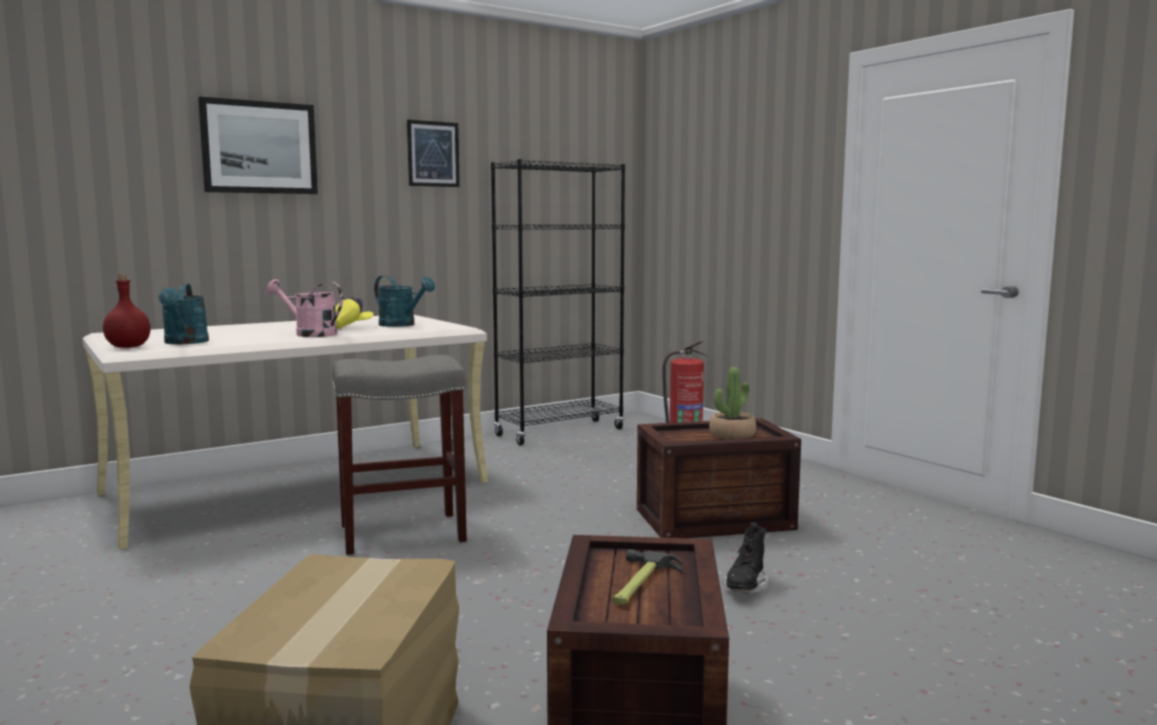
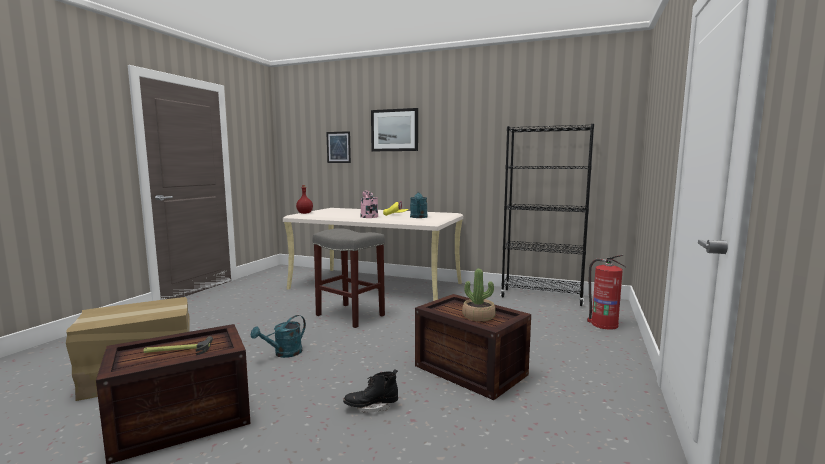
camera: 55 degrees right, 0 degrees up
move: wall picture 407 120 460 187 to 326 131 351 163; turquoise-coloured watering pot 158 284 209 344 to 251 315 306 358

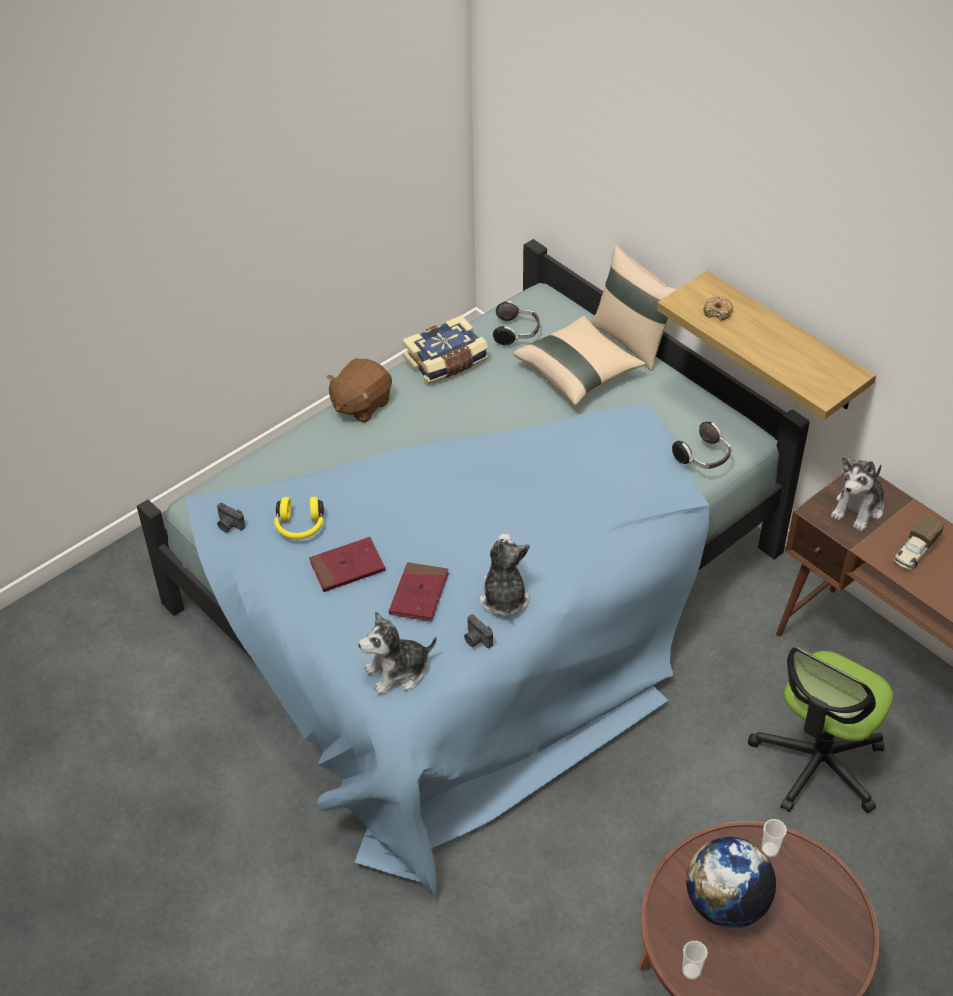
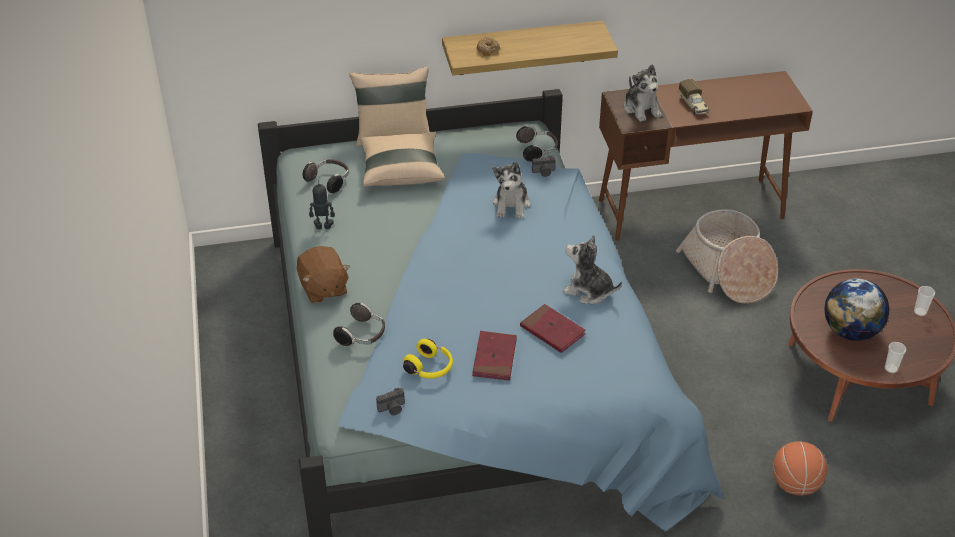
camera: 60 degrees left, 5 degrees down
insert: pair of headphones 333 303 385 347; basketball ball 773 442 827 496
move: soft toy 358 611 437 695 to 492 162 531 219; photo camera 464 614 493 648 to 532 155 556 177; drinking cup 761 819 787 857 to 914 286 935 316
replace: volume 402 315 488 385 to model robot 309 179 335 229; desk chair 748 647 893 813 to storage basket 676 209 778 303

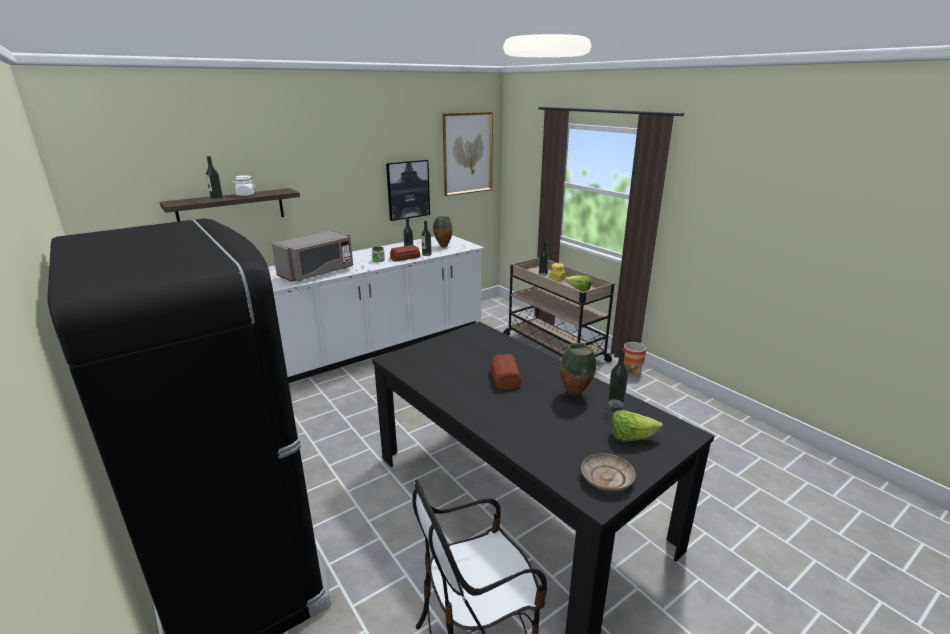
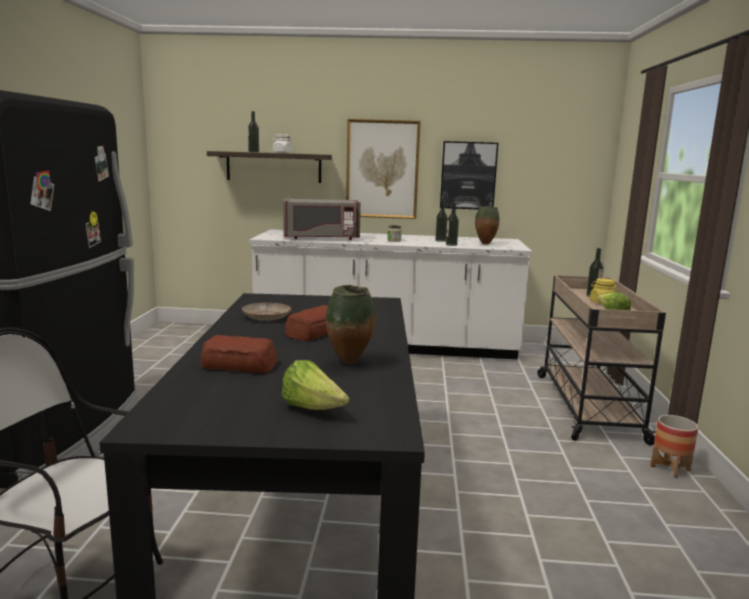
camera: 40 degrees right, 10 degrees down
delete: bottle 607 350 628 408
move: wall picture 442 112 493 196 to 346 119 421 219; baked bread 390 245 420 261 to 201 335 277 373; sand-coloured flat dish 581 453 636 491 to 242 303 291 321

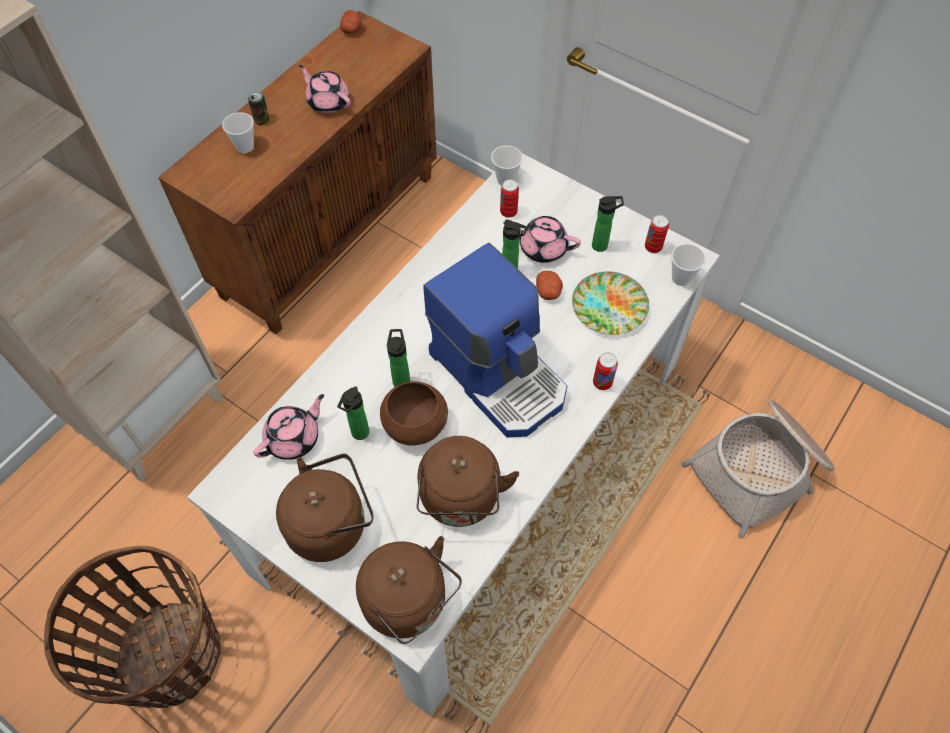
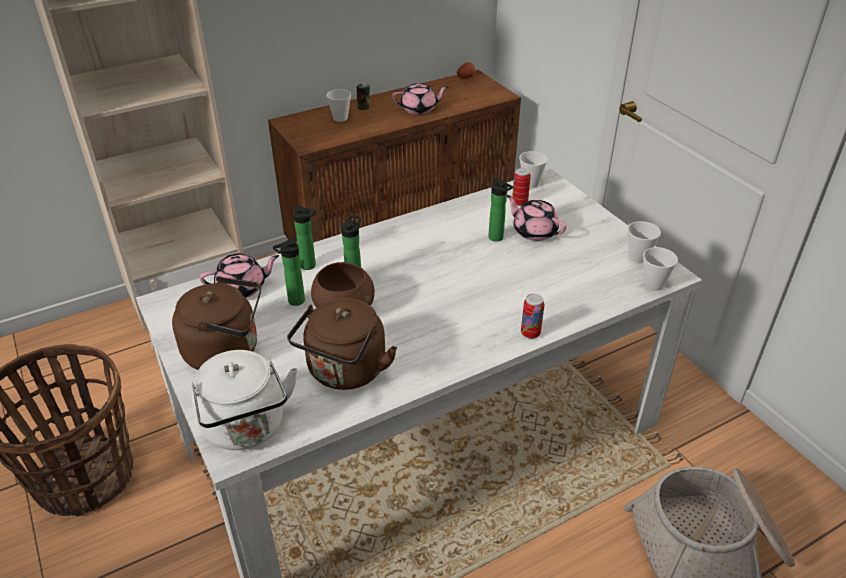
camera: 25 degrees right, 20 degrees down
delete: coffee maker 423 242 567 437; spud 536 271 563 300; flat dish 572 271 649 335
move: bottle 592 196 624 252 to 293 205 317 270
replace: can 645 215 669 253 to drinking cup 627 221 661 263
recolor: brownish water kettle 356 536 462 644 to white-coloured water kettle 191 350 298 450
rotate: pink-coloured pot for tea 299 65 351 113 = 392 82 449 115 105 degrees clockwise

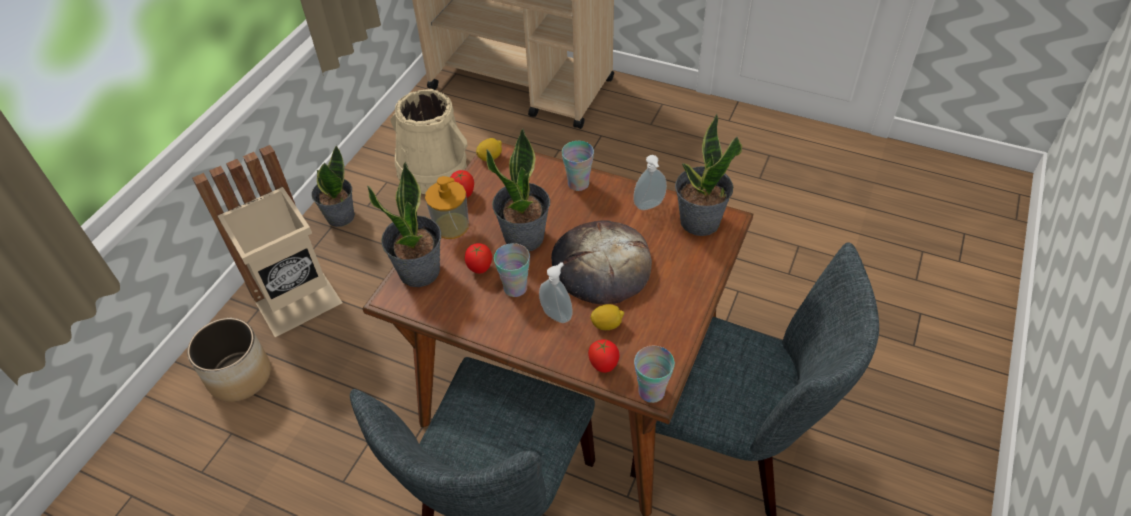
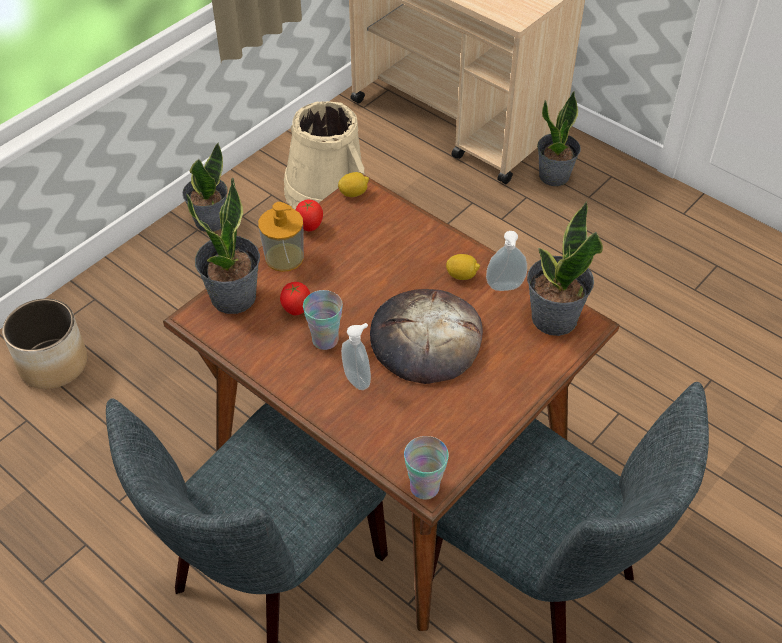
camera: 15 degrees right, 0 degrees up
delete: drinking cup 562 141 594 191; sand-coloured rubbish bin 192 145 342 337; fresh tomato 588 339 620 373
move: potted plant 486 128 550 251 to 537 91 581 186; lemon 590 304 624 330 to 446 254 480 280

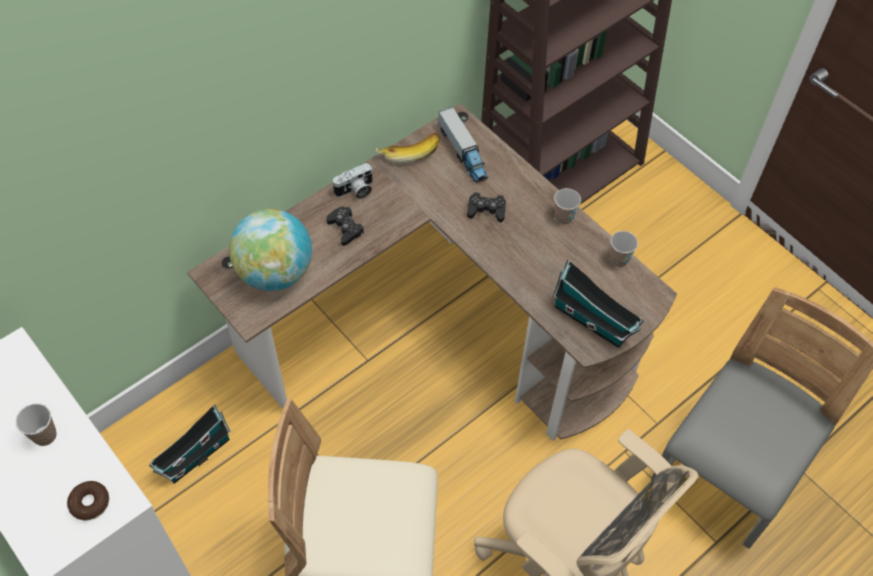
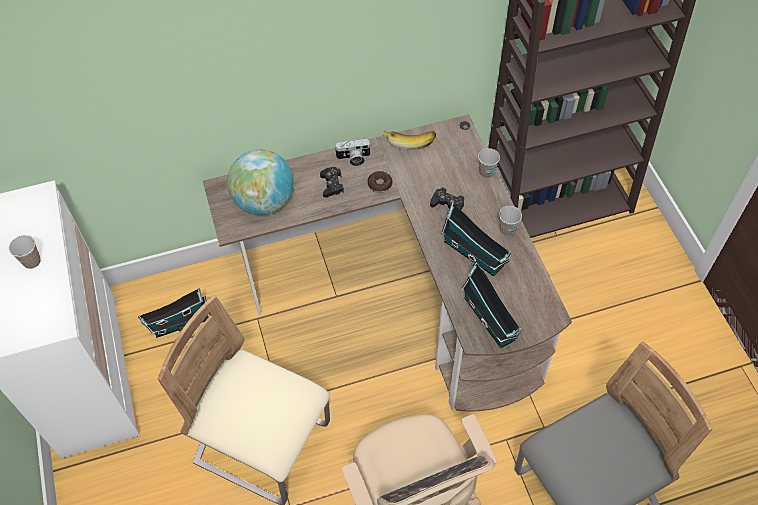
camera: 25 degrees right, 0 degrees up
delete: toy lorry 438 106 488 183
insert: miniature house 441 202 512 277
move: drinking cup 610 231 638 267 to 478 148 500 178; ring doughnut 67 481 109 520 to 367 171 392 193

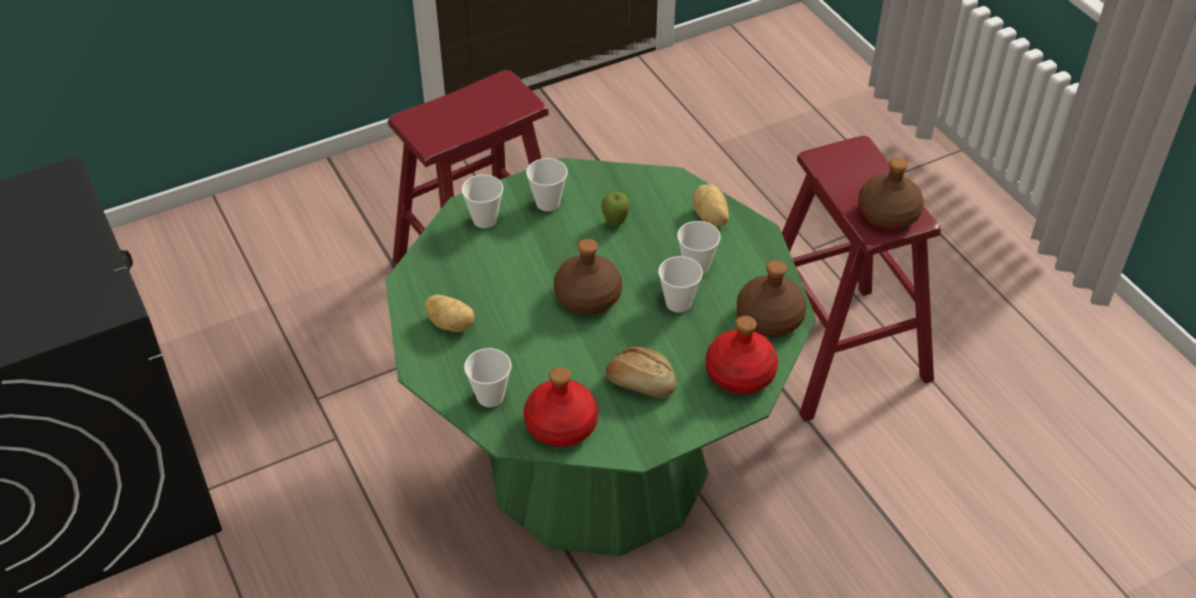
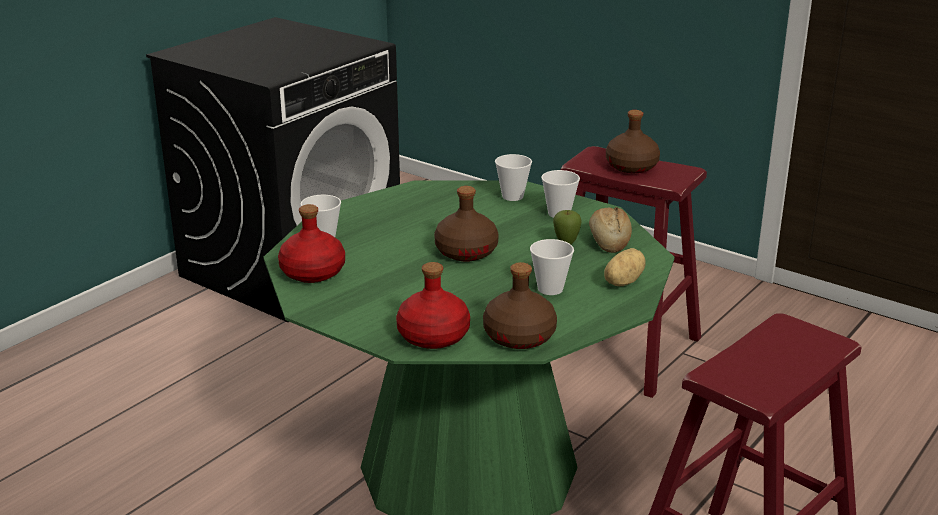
camera: 65 degrees right, 20 degrees down
delete: drinking cup 658 256 703 313; spud 425 295 475 332
move: brownish bottle 858 157 924 230 to 606 110 660 173; baked bread 606 347 676 398 to 589 207 632 253

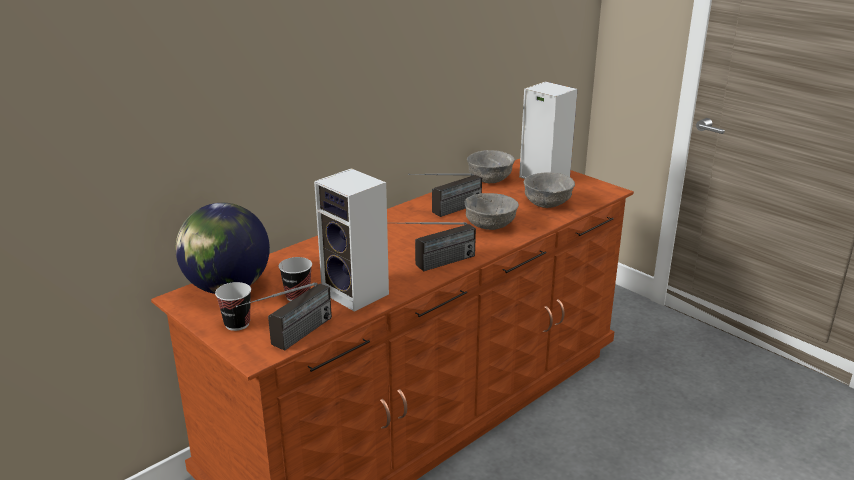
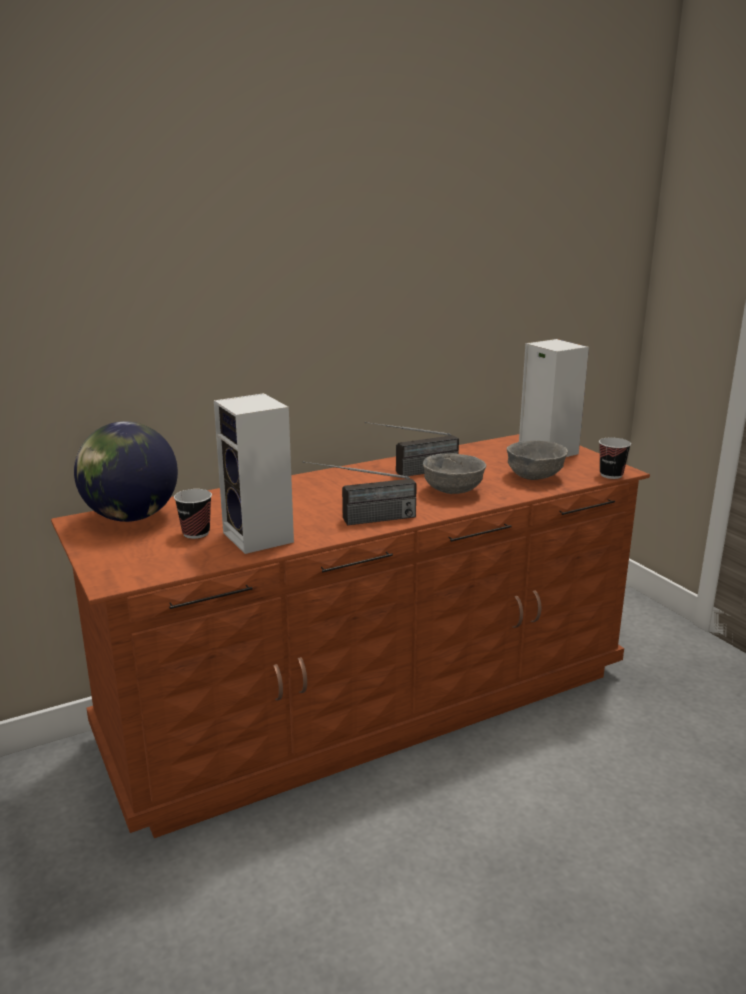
camera: 15 degrees right, 5 degrees down
delete: gray serving bowl 467 150 515 184; radio 236 282 332 351
move: drinking cup 215 282 251 331 to 599 437 631 479

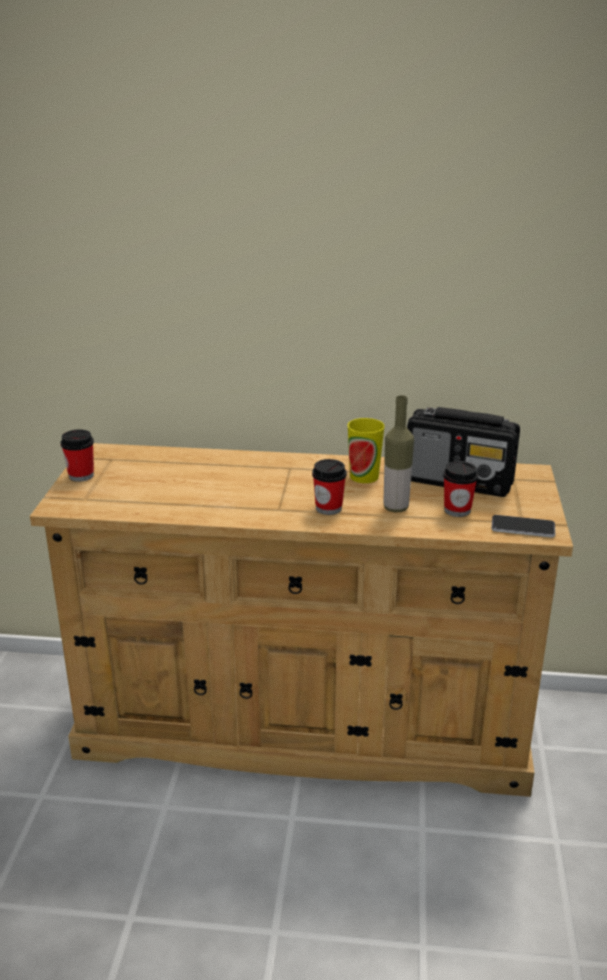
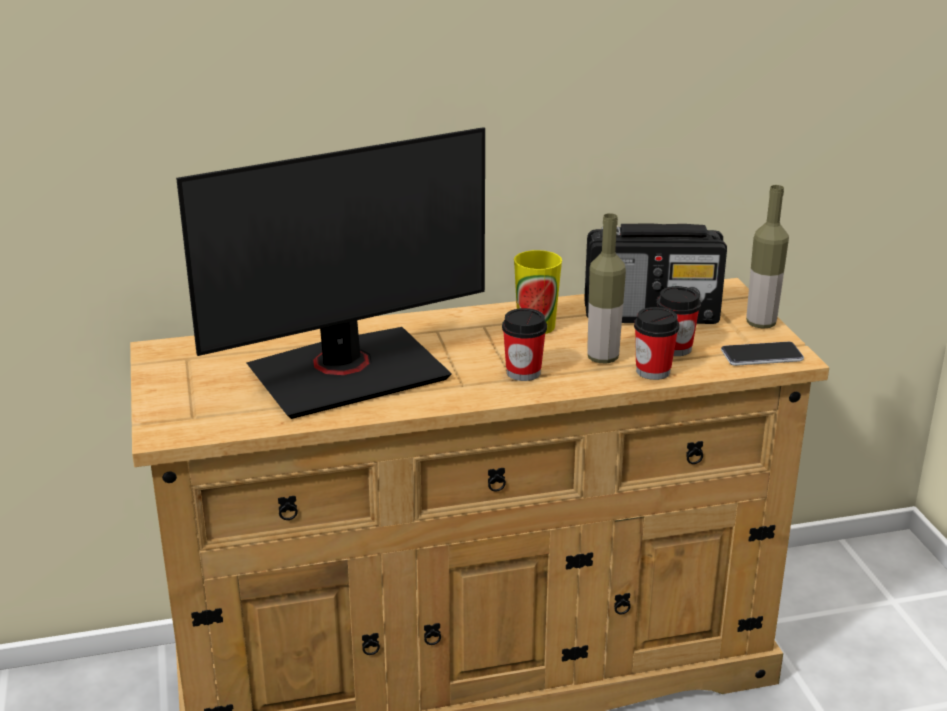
camera: 20 degrees left, 0 degrees up
insert: monitor 176 127 485 419; bottle 746 185 789 329
move: drinking cup 61 429 94 482 to 634 307 679 380

